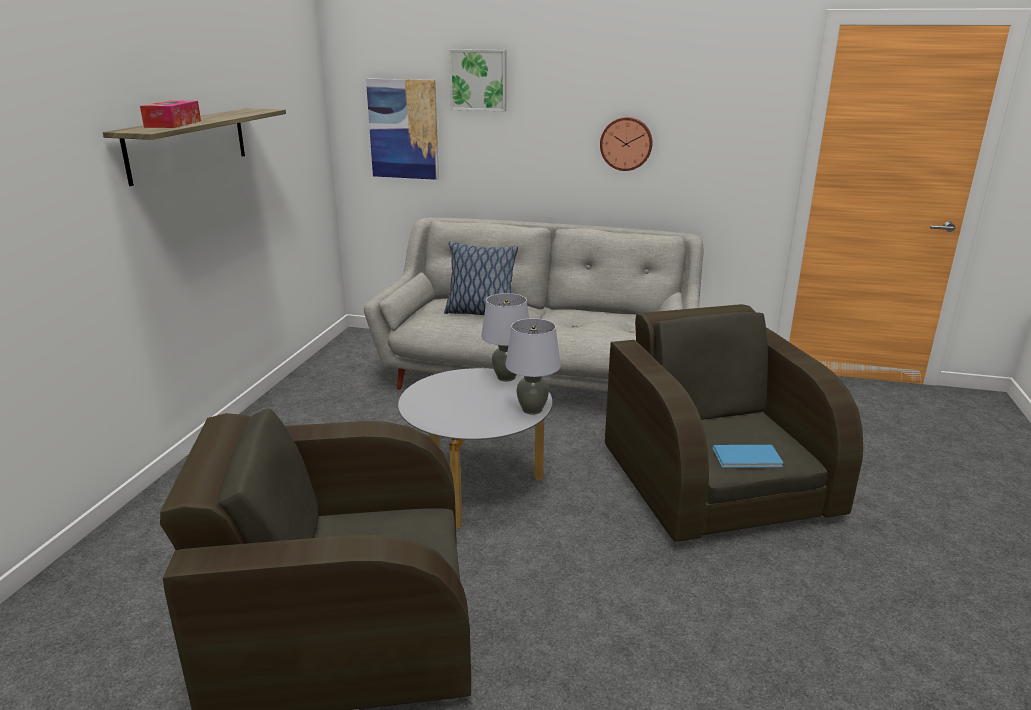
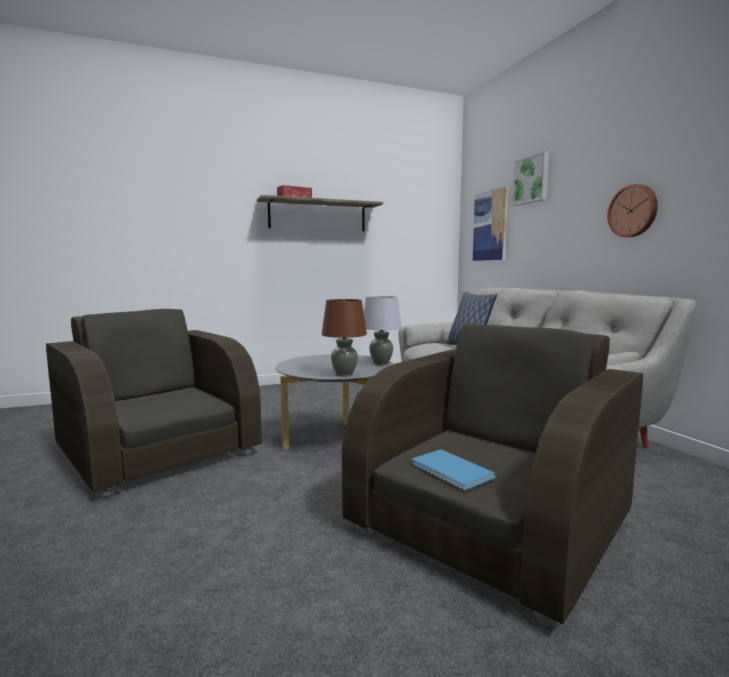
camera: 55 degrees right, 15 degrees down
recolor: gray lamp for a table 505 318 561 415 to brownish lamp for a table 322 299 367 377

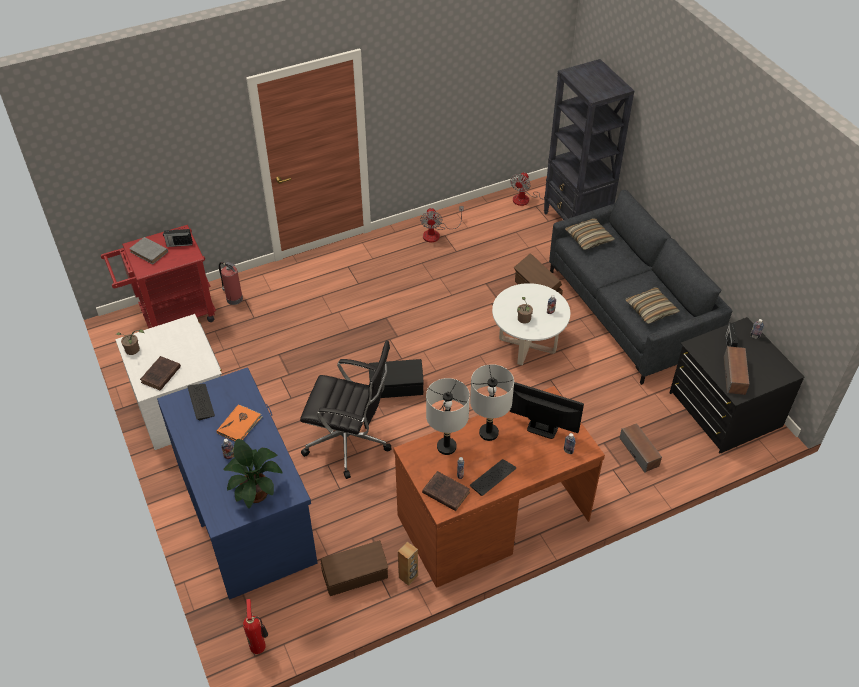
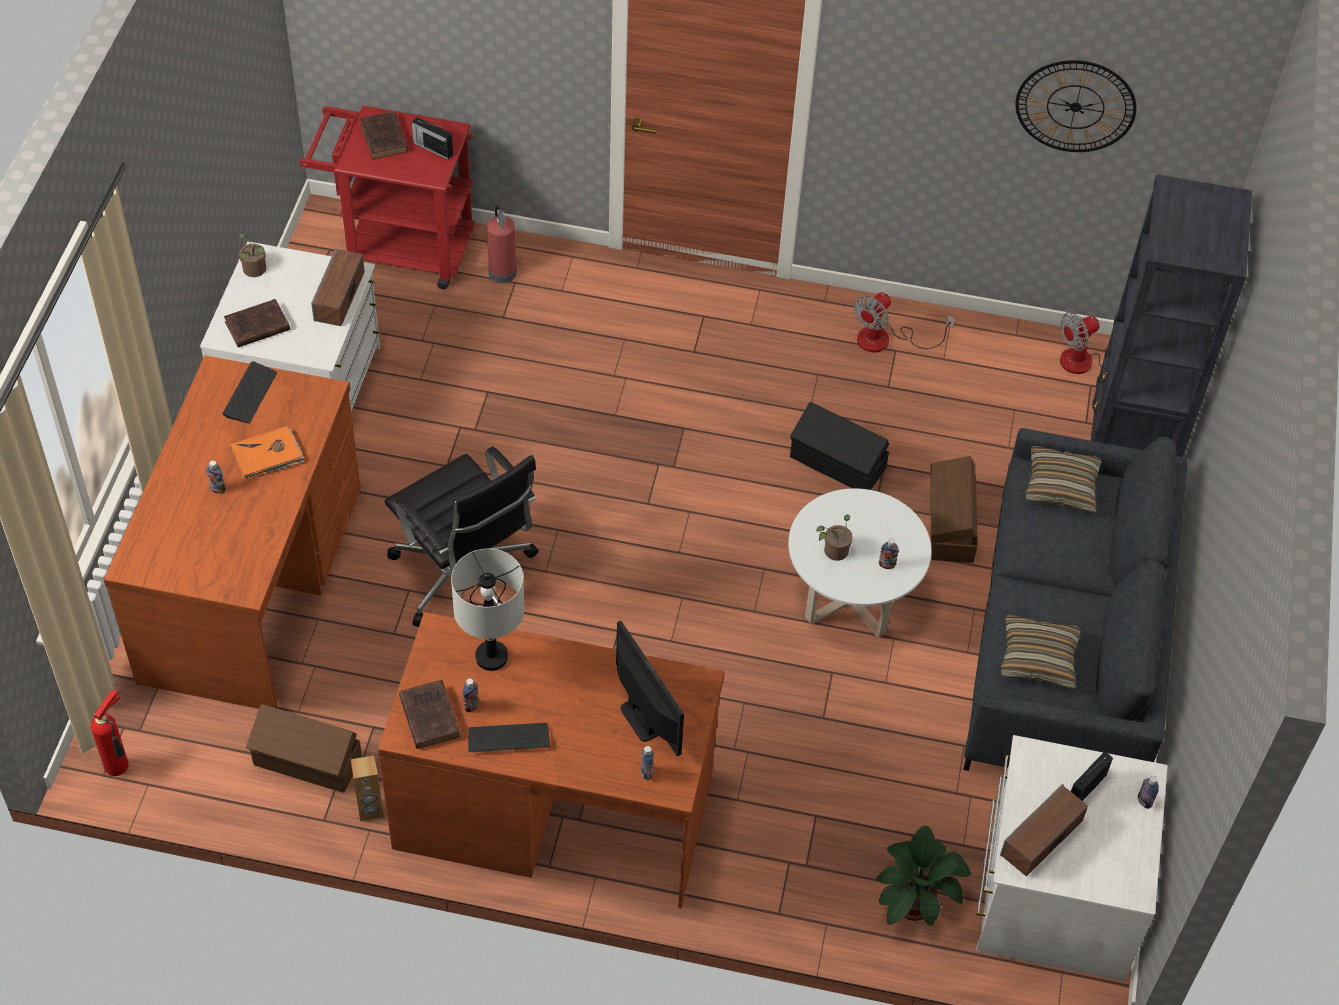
camera: 35 degrees right, 5 degrees up
delete: gray lamp for a table 470 364 514 441
insert: wall clock 1016 60 1136 152
move: black storage container 369 359 424 398 to 790 402 889 490; loudspeaker 620 423 662 473 to 311 248 365 326; potted plant 223 439 283 508 to 877 826 971 926
recolor: gray volume 129 237 168 264 to brownish volume 360 111 408 159; black dresser 669 317 804 454 to white-coloured dresser 976 735 1168 981; blue-coloured desk 157 367 318 600 to brownish desk 104 355 361 709

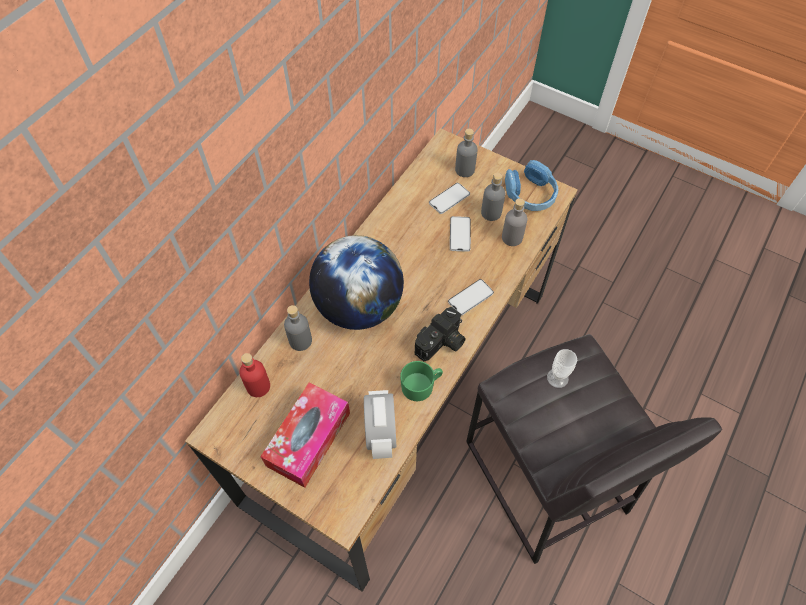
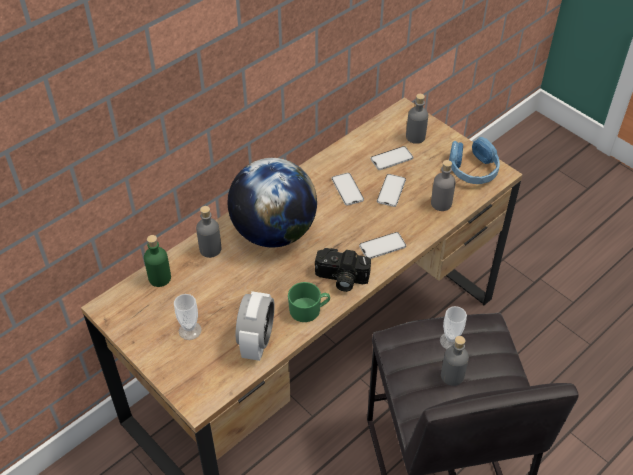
camera: 15 degrees right, 10 degrees down
insert: handset 332 173 364 206
move: gray bottle 481 173 505 221 to 441 336 469 386
replace: tissue box 260 383 350 488 to drinking cup 174 294 201 340
recolor: reddish bottle 239 353 270 397 to greenish bottle 144 235 171 287
rotate: photo camera 415 307 466 361 = 315 248 371 292 45 degrees clockwise

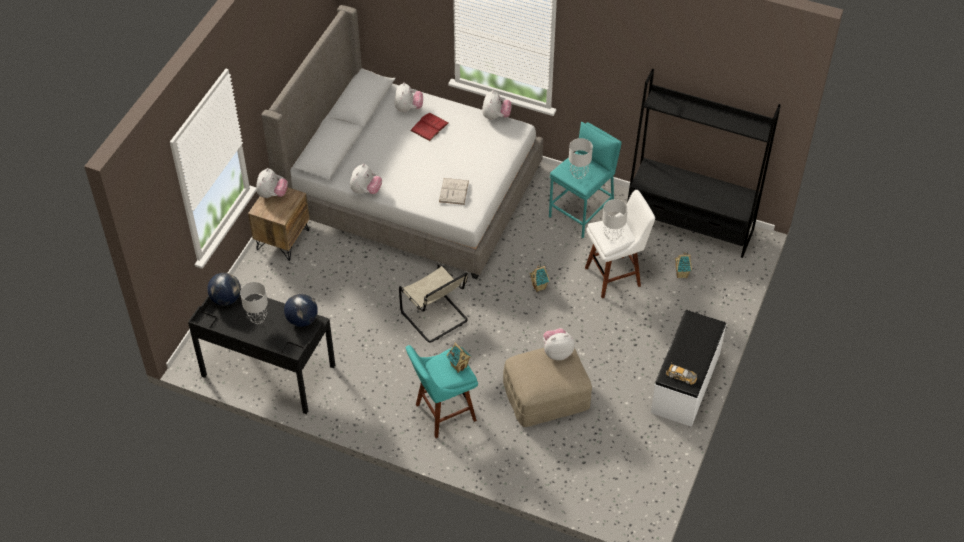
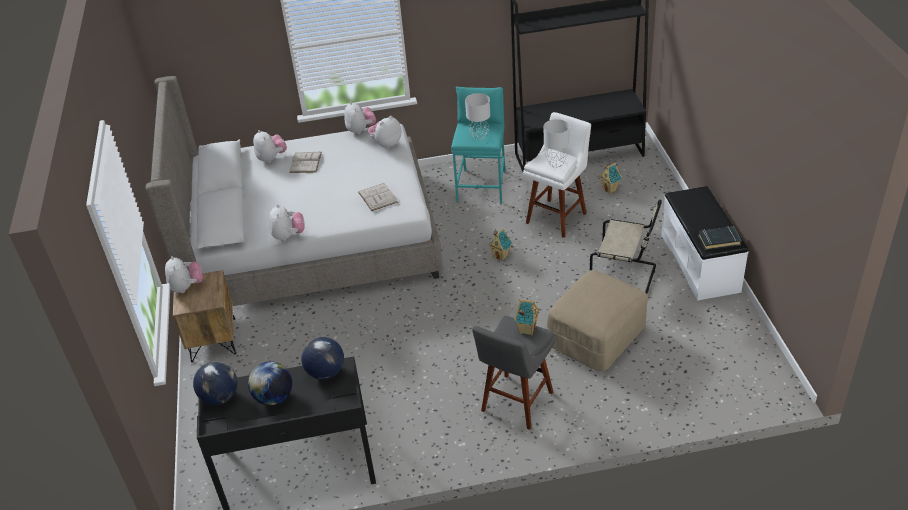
camera: 30 degrees left, 10 degrees down
move: sand-coloured upright chair 399 264 468 342 to 590 200 662 294; soft toy 543 328 575 360 to 368 116 401 149
replace: gray lamp for a table 240 282 268 324 to globe 248 361 292 405; toy car 666 362 697 384 to black volume 698 226 742 250
recolor: reddish volume 410 113 449 141 to white-coloured volume 290 151 322 173; turquoise-coloured stool seat 406 345 478 438 to gray stool seat 472 316 555 430

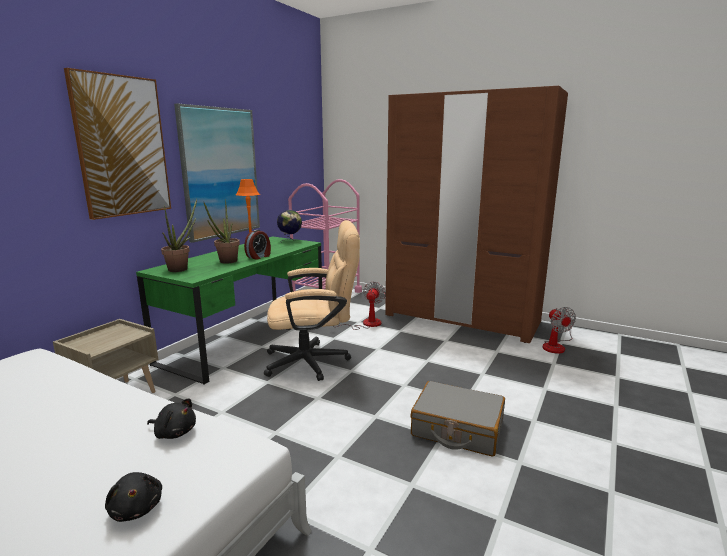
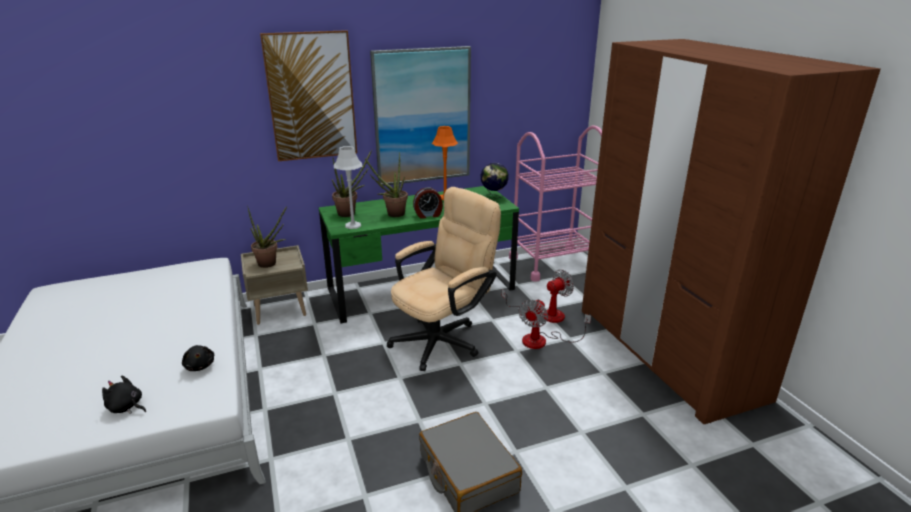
camera: 40 degrees right, 10 degrees up
insert: gray lamp for a table 334 146 363 229; potted plant 247 206 287 268
move: cooling fan 543 307 576 353 to 518 299 591 349
rotate: sand-coloured desk chair 264 220 360 381 = 387 187 501 371 75 degrees counterclockwise; black soft toy 105 472 162 522 = 102 375 146 414 105 degrees clockwise

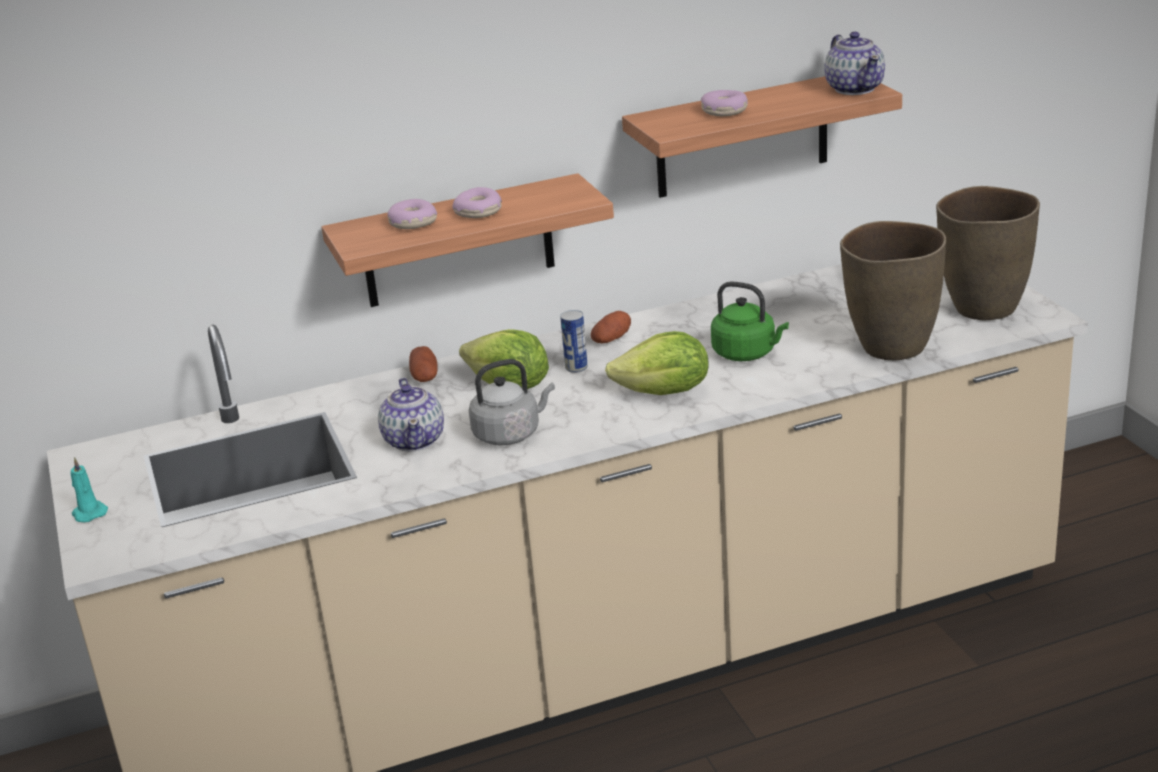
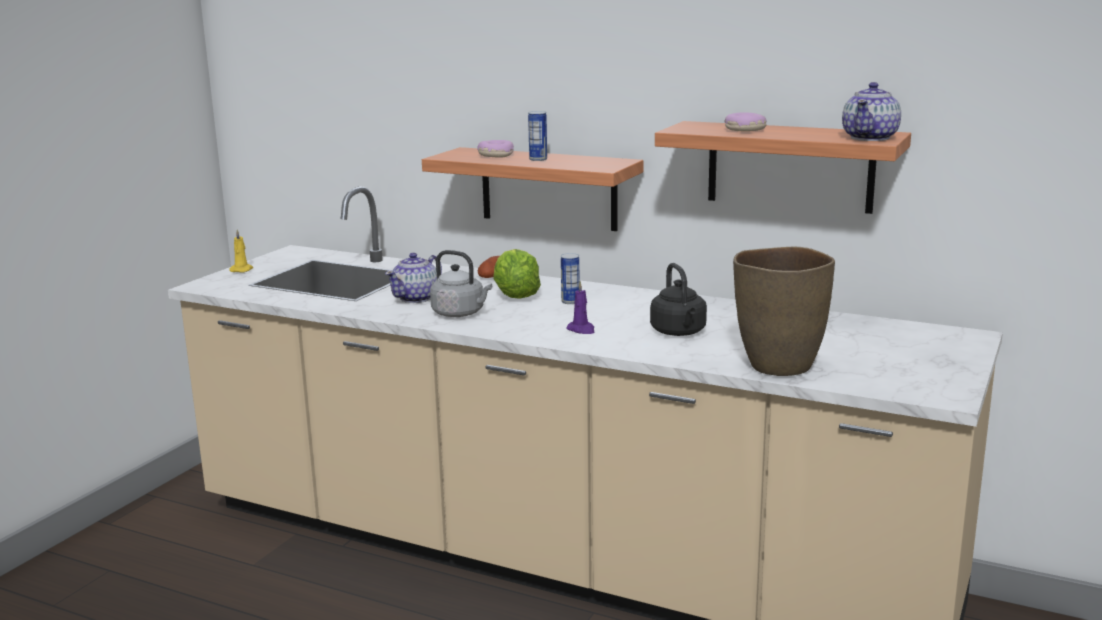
camera: 45 degrees right, 10 degrees down
delete: brownish vase 936 186 1040 320; spud 591 311 631 343
replace: ring doughnut 452 187 502 218 to can 528 111 547 161; lettuce head 605 331 709 395 to purple-coloured wax candle 566 281 594 334
recolor: greenish water kettle 711 282 789 361 to black water kettle 650 263 707 336; turquoise-coloured wax candle 71 457 108 522 to yellow wax candle 229 229 253 273

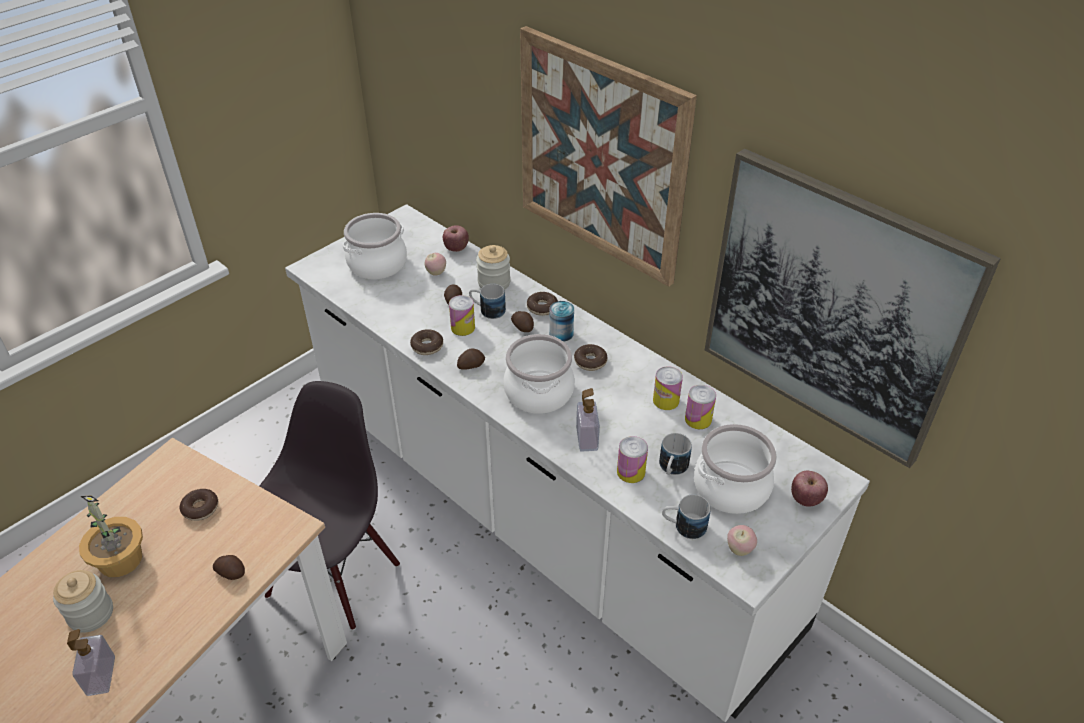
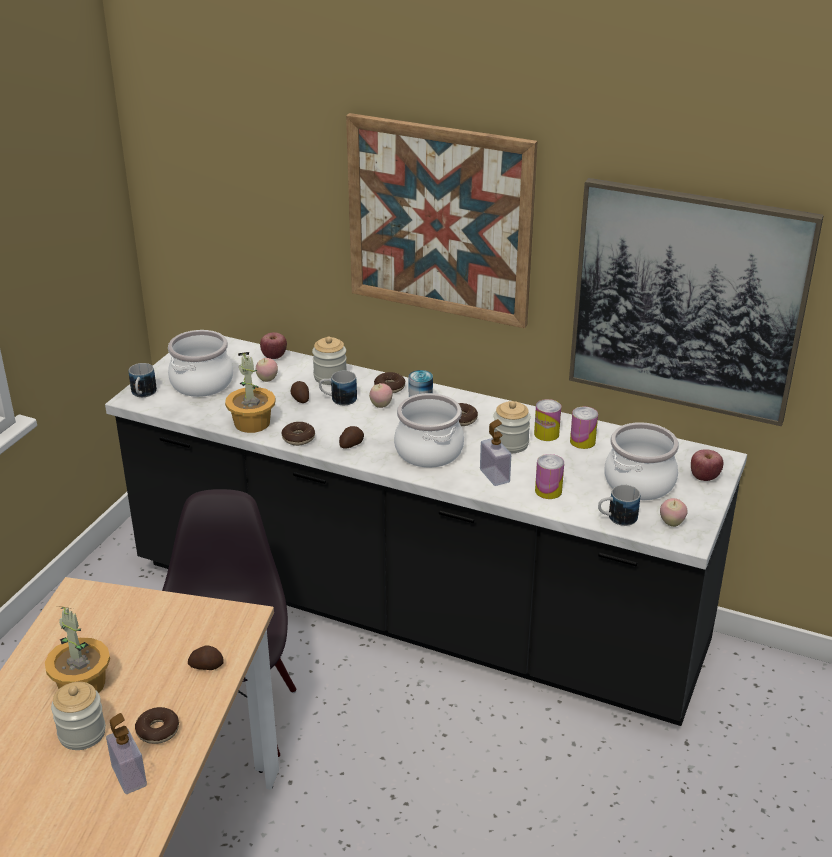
camera: 20 degrees left, 10 degrees down
delete: can 449 295 475 336
insert: potted plant 225 352 276 433; storage jar 493 401 531 453
move: tea mug 659 433 692 475 to 129 363 157 397; ring doughnut 179 489 218 521 to 135 707 179 744
replace: spud 511 311 534 332 to apple fruit 369 383 393 408
recolor: white-coloured counter 285 204 870 722 to black counter 105 336 747 726

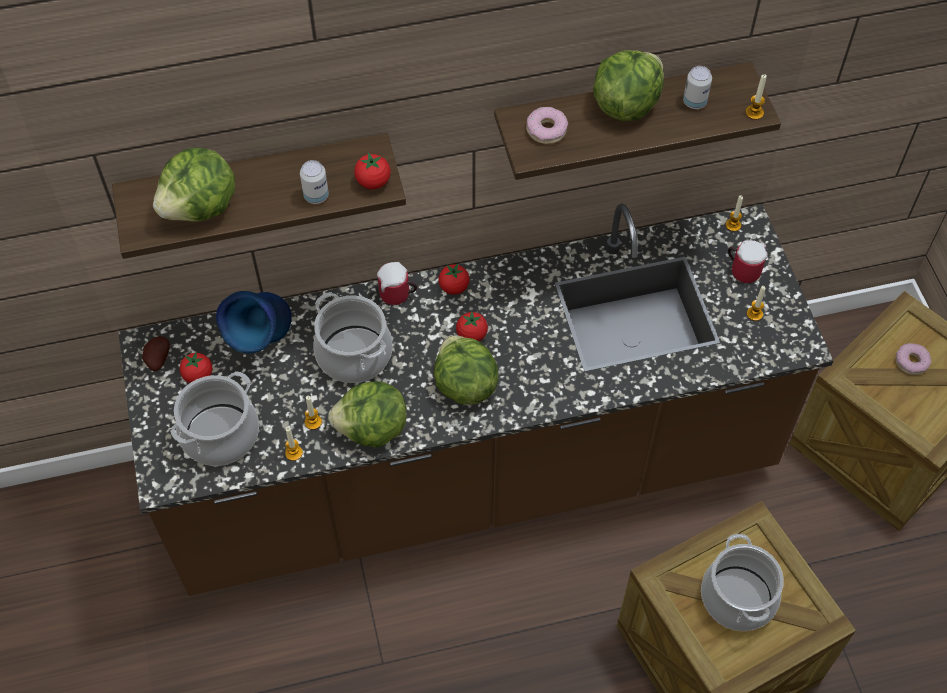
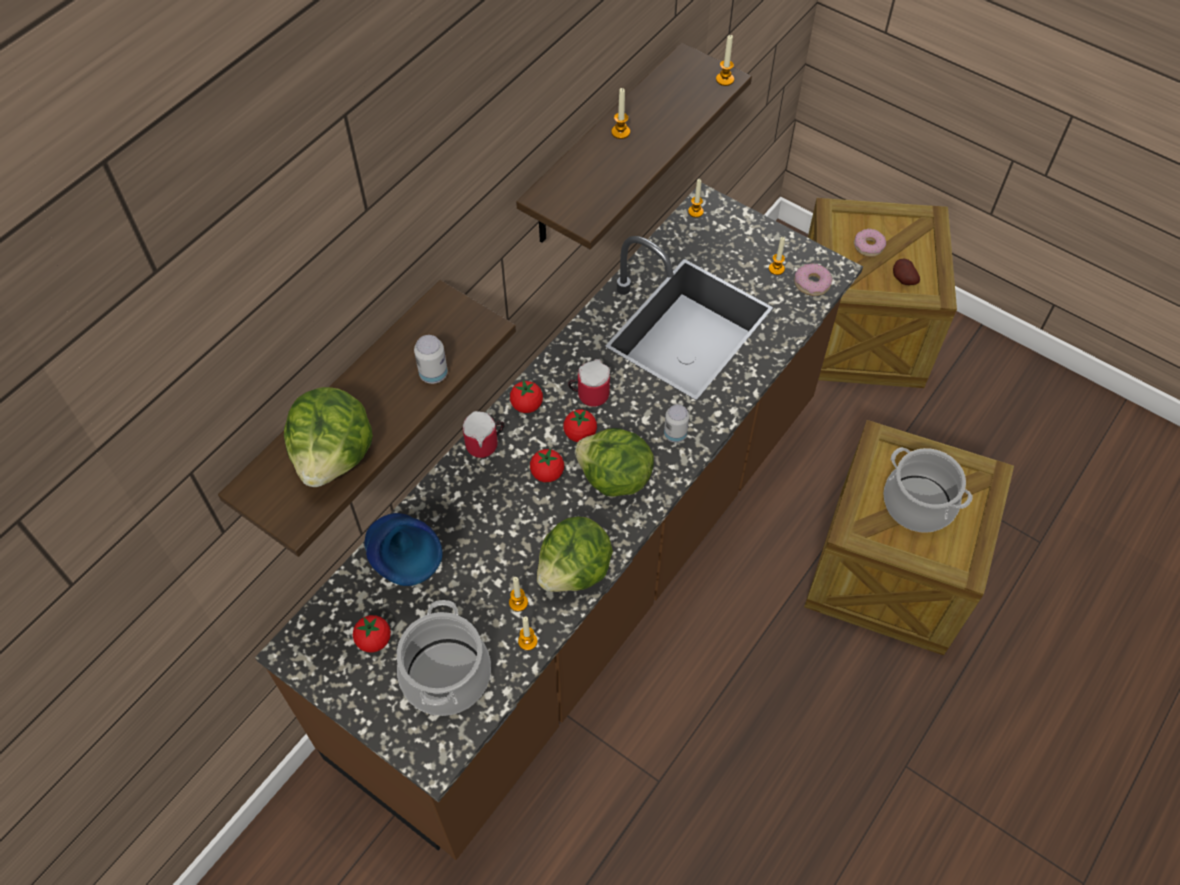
camera: 40 degrees left, 0 degrees up
delete: cooking pot 313 292 392 383
move: can 683 66 712 109 to 664 404 689 443; ring doughnut 526 107 568 144 to 794 263 833 296; fresh tomato 354 152 391 189 to 530 449 564 483; tea mug 728 240 768 283 to 568 359 610 407; spud 142 336 170 371 to 893 259 920 285
replace: lettuce head 593 50 664 121 to wax candle 611 88 630 139

